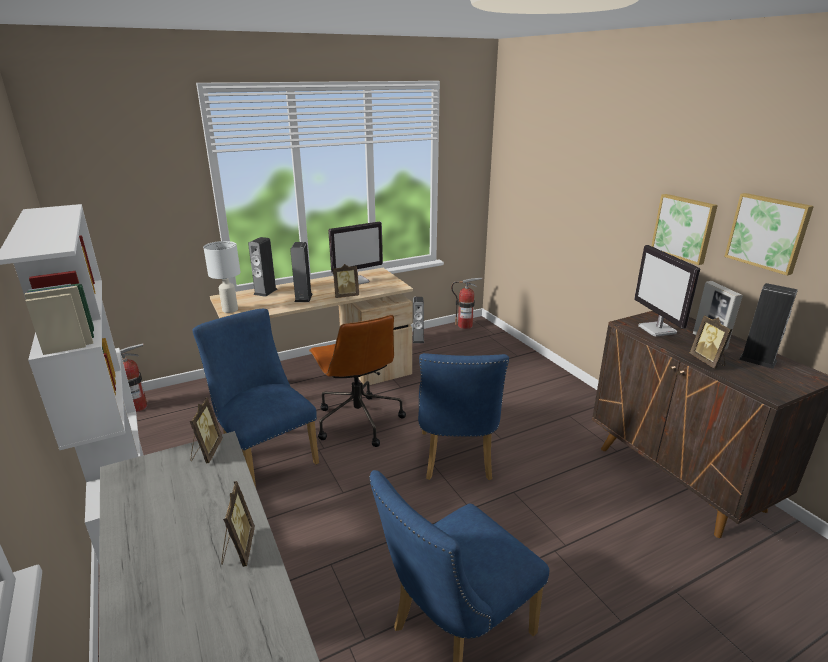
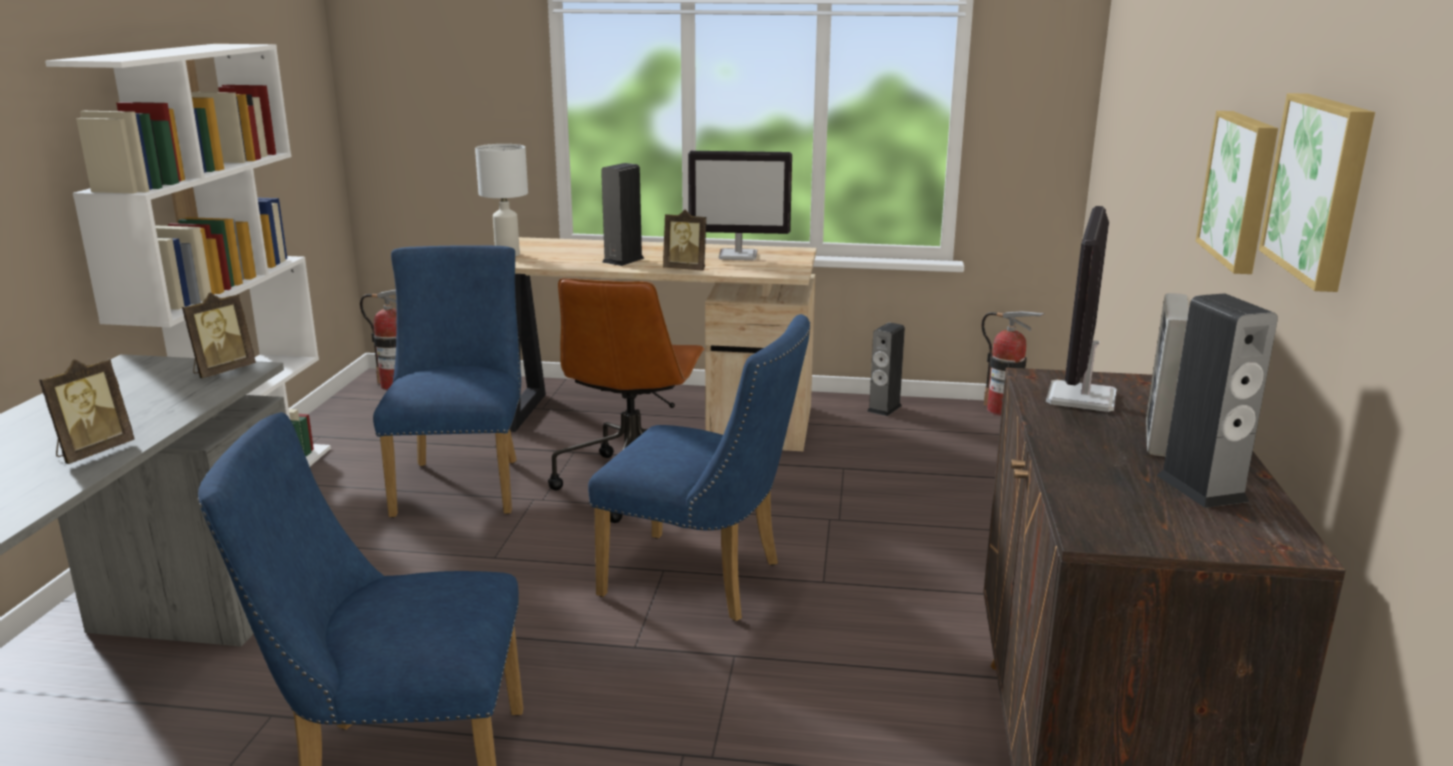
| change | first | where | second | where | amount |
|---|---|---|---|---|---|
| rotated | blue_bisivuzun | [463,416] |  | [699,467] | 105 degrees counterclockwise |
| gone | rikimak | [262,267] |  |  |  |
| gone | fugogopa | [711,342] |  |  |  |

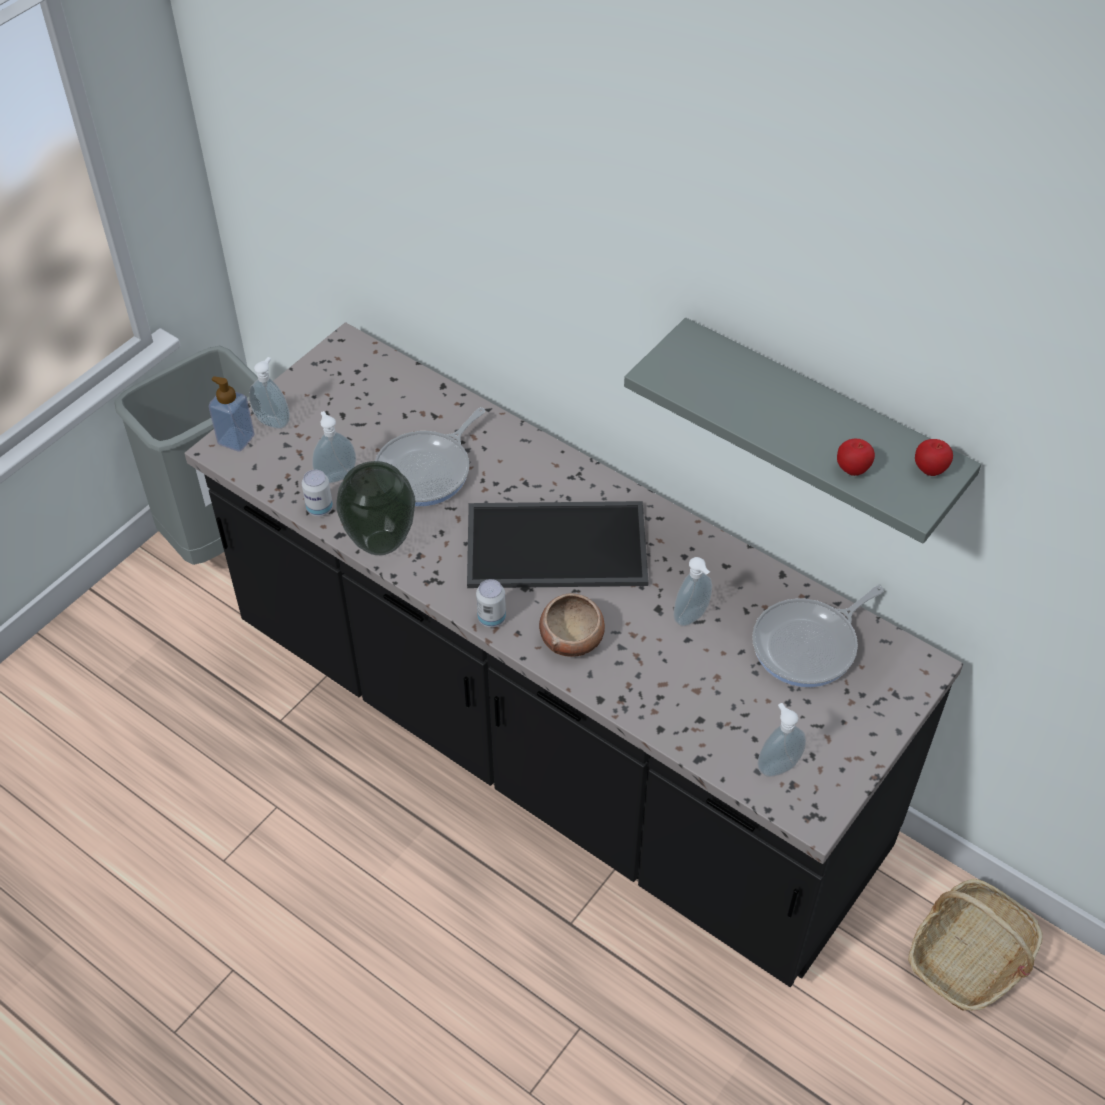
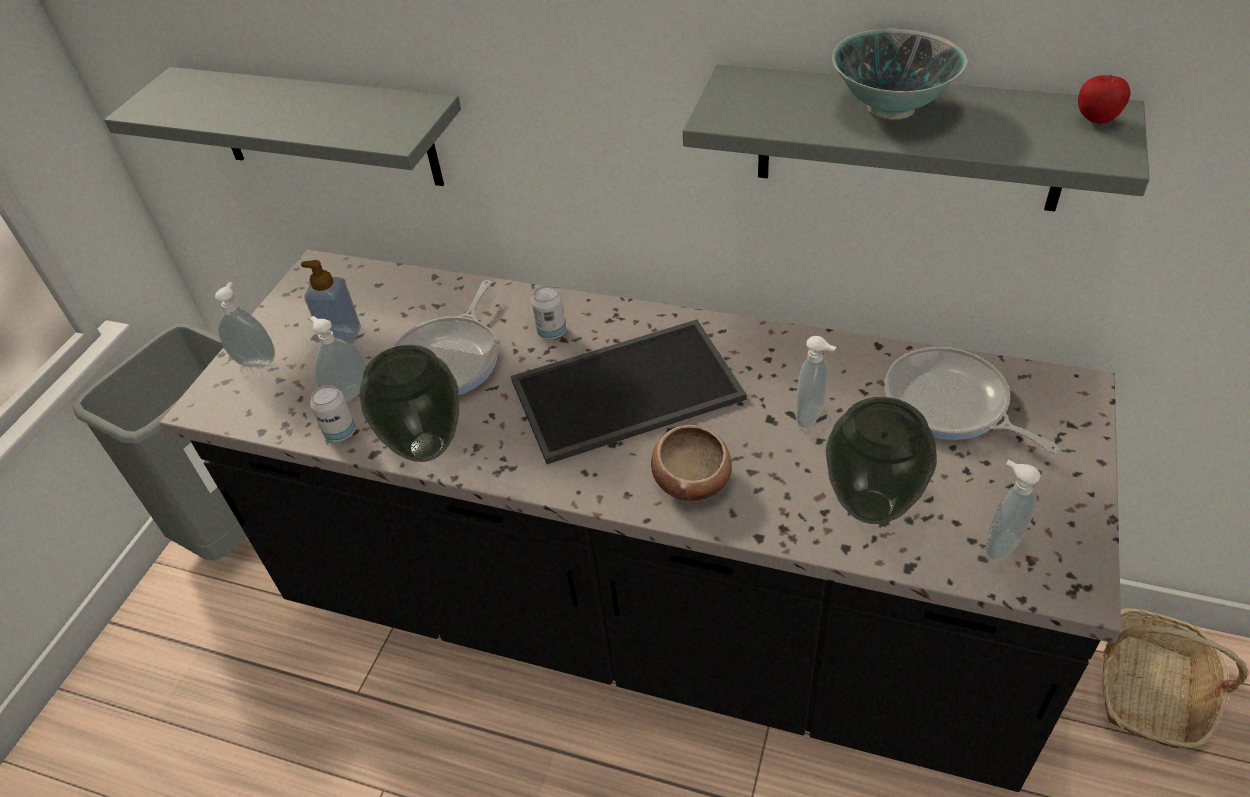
| change | first | where | second | where | amount |
|---|---|---|---|---|---|
| new |  |  | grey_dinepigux | [282,126] |  |
| shifted | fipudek | [231,414] |  | [331,302] |  |
| shifted | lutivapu | [491,603] |  | [548,312] |  |
| new |  |  | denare | [881,460] |  |
| new |  |  | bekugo | [900,74] |  |
| rotated | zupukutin | [818,636] |  | [972,400] | 105 degrees clockwise |
| gone | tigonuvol | [856,457] |  |  |  |

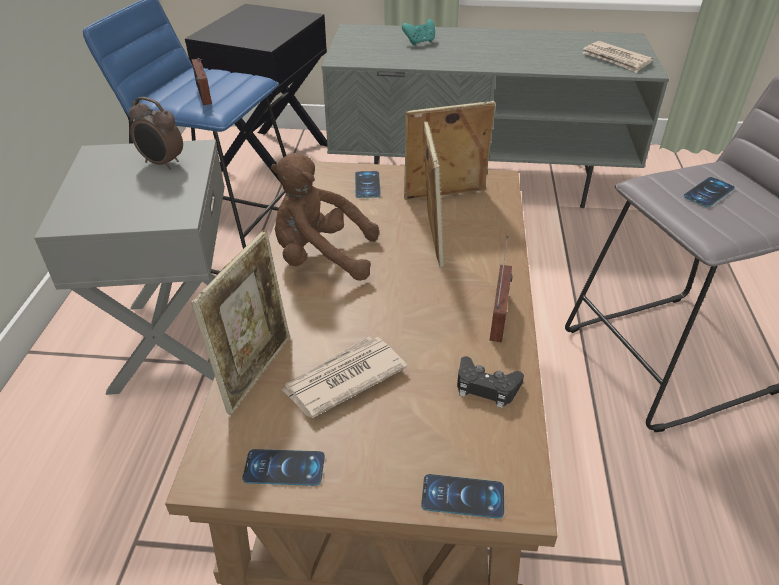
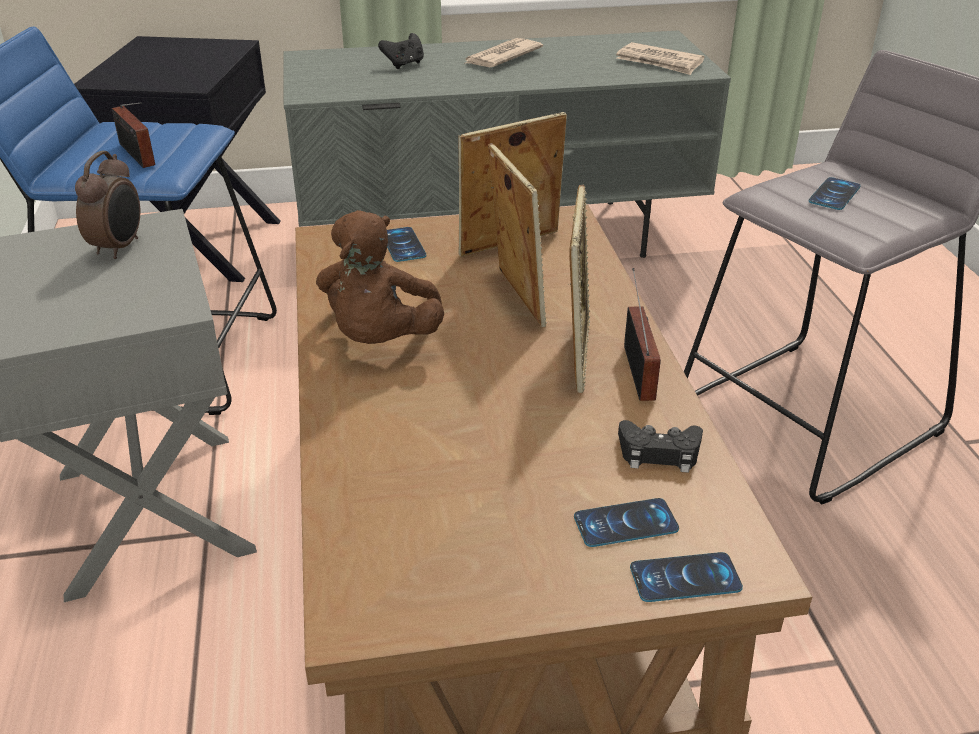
| change | first | where | second | where | amount |
|---|---|---|---|---|---|
| rotated | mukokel | [156,133] |  | [107,205] | 90 degrees counterclockwise |
| rotated | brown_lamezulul | [325,217] |  | [380,277] | 75 degrees counterclockwise |
| repainted | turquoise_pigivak | [418,32] | black_pigivak | [401,51] |  |
| shifted | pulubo | [344,377] |  | [503,52] |  |
| shifted | fugogopa | [240,322] |  | [579,289] |  |
| shifted | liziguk | [283,467] |  | [626,522] |  |

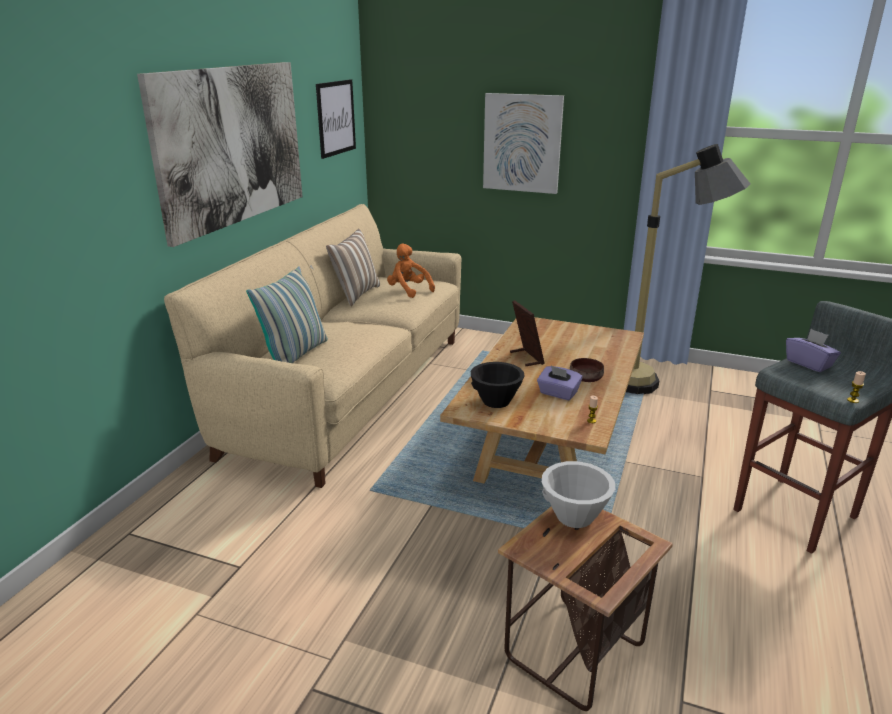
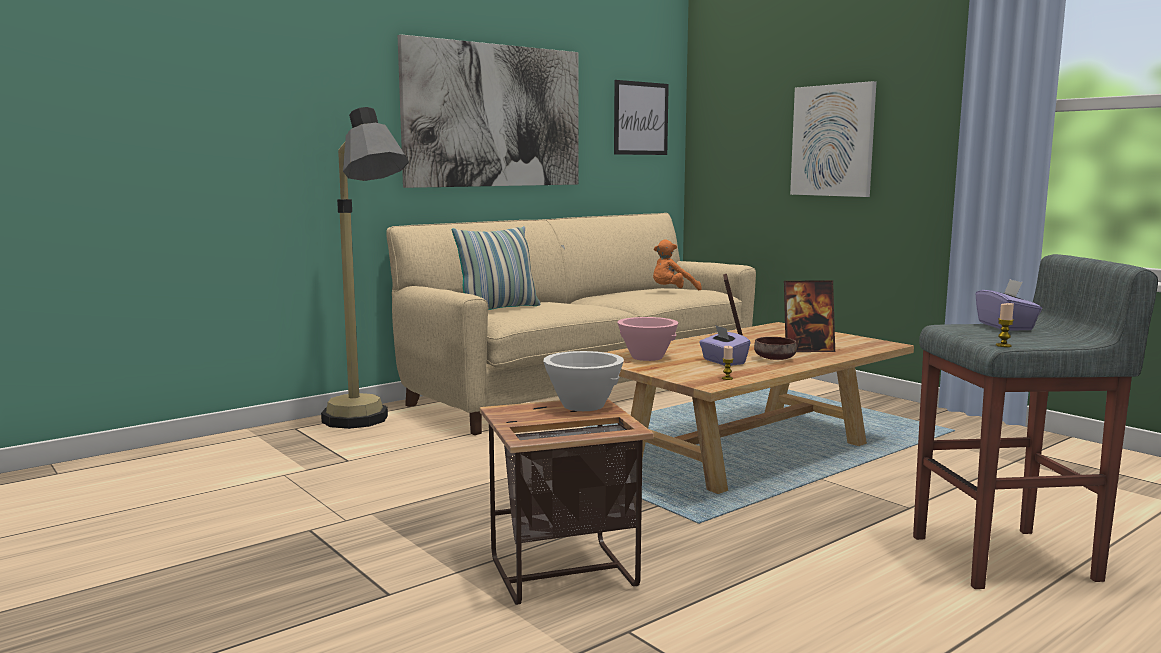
| change | first | where | second | where | amount |
|---|---|---|---|---|---|
| shifted | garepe | [688,269] |  | [365,268] |  |
| repainted | black_bekugo | [497,385] | pink_bekugo | [648,339] |  |
| rotated | orange_lamezulul | [411,271] |  | [677,265] | 105 degrees counterclockwise |
| new |  |  | fugogopa | [809,316] |  |
| gone | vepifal | [353,267] |  |  |  |

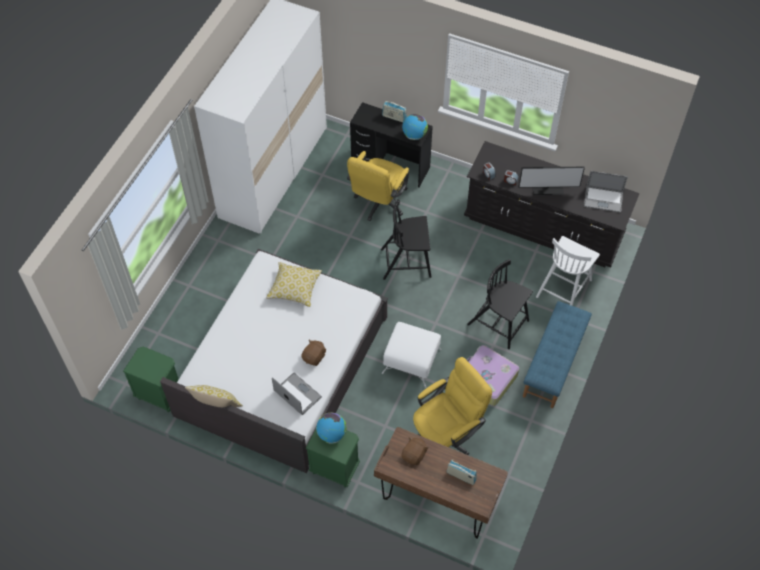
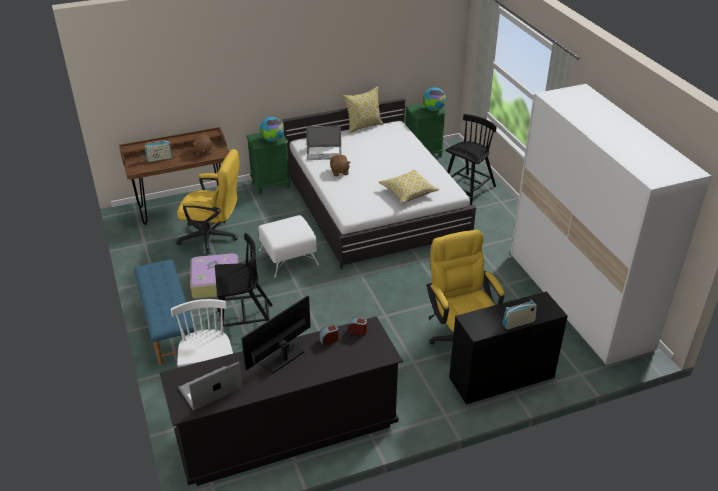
| change | first | where | second | where | amount |
|---|---|---|---|---|---|
| rotated | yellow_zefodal | [452,406] |  | [208,201] | 90 degrees counterclockwise |
| shifted | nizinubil | [415,127] |  | [434,99] |  |
| shifted | black_bisivuzun | [406,239] |  | [471,159] |  |

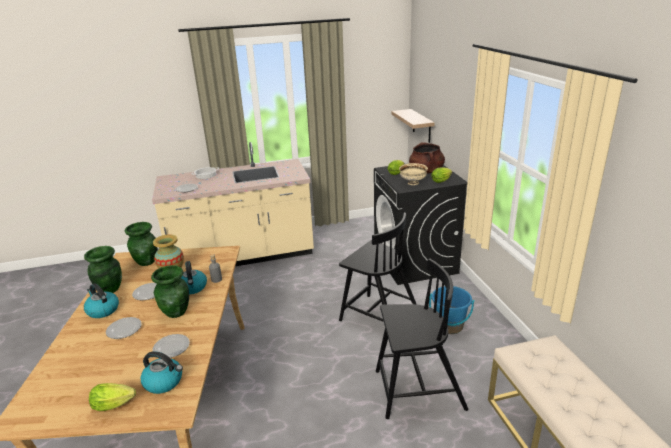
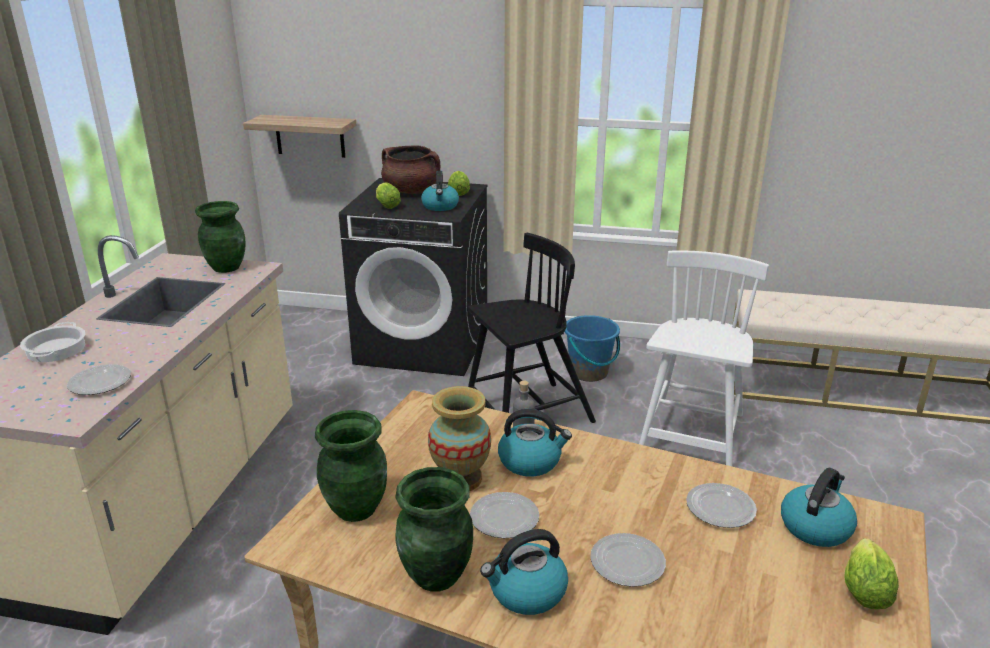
| change | first | where | second | where | amount |
|---|---|---|---|---|---|
| shifted | green_denare | [170,291] |  | [220,237] |  |
| swapped | beige_bekugo | [413,174] | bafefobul | [440,191] |  |
| repainted | black_bisivuzun | [422,339] | white_bisivuzun | [704,358] |  |

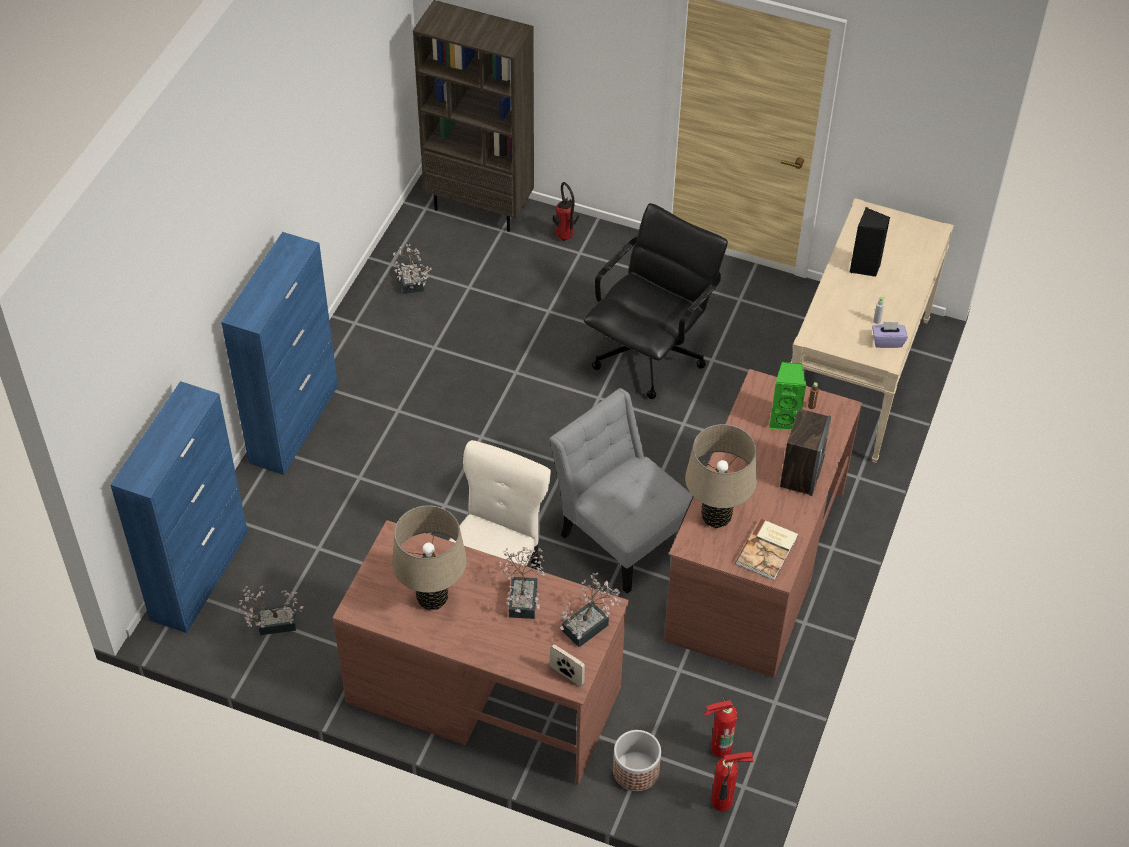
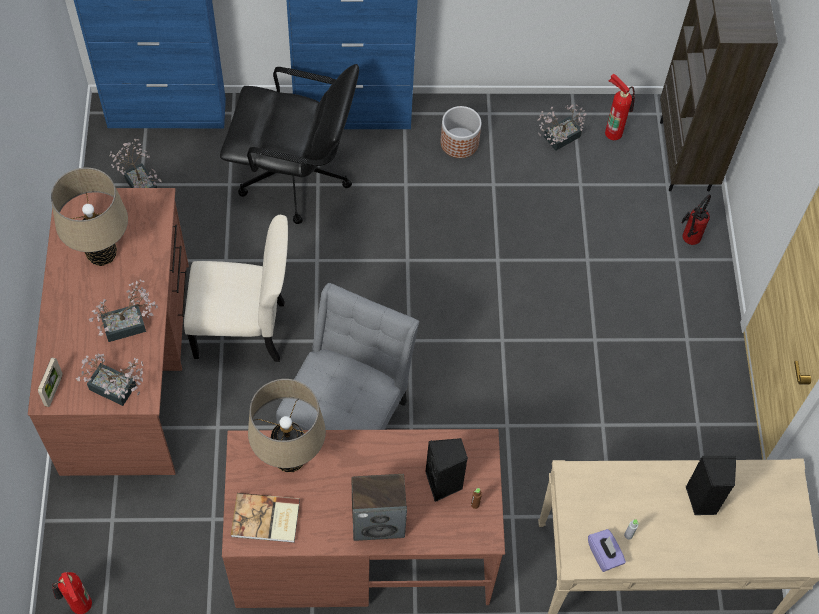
| change | first | where | second | where | amount |
|---|---|---|---|---|---|
| shifted | black_zefodal | [656,301] |  | [289,144] |  |
| repainted | green_rikimak | [788,396] | black_rikimak | [446,470] |  |
| shifted | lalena | [637,761] |  | [460,132] |  |
| shifted | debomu | [720,727] |  | [620,107] |  |

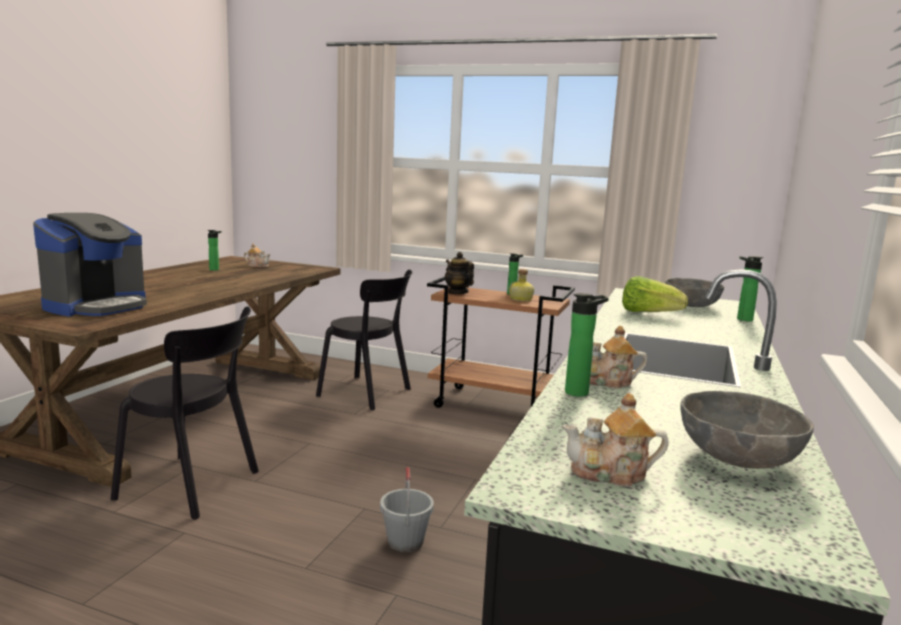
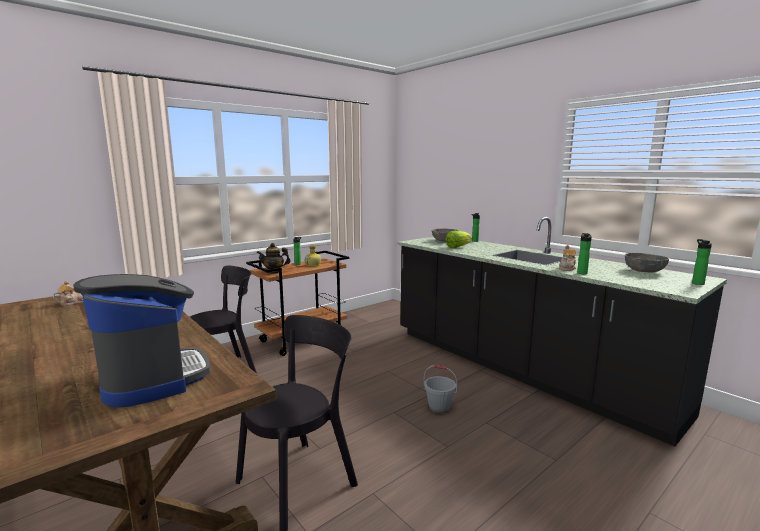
| change | first | where | second | where | amount |
|---|---|---|---|---|---|
| shifted | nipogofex | [214,250] |  | [702,262] |  |
| gone | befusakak | [616,440] |  |  |  |

